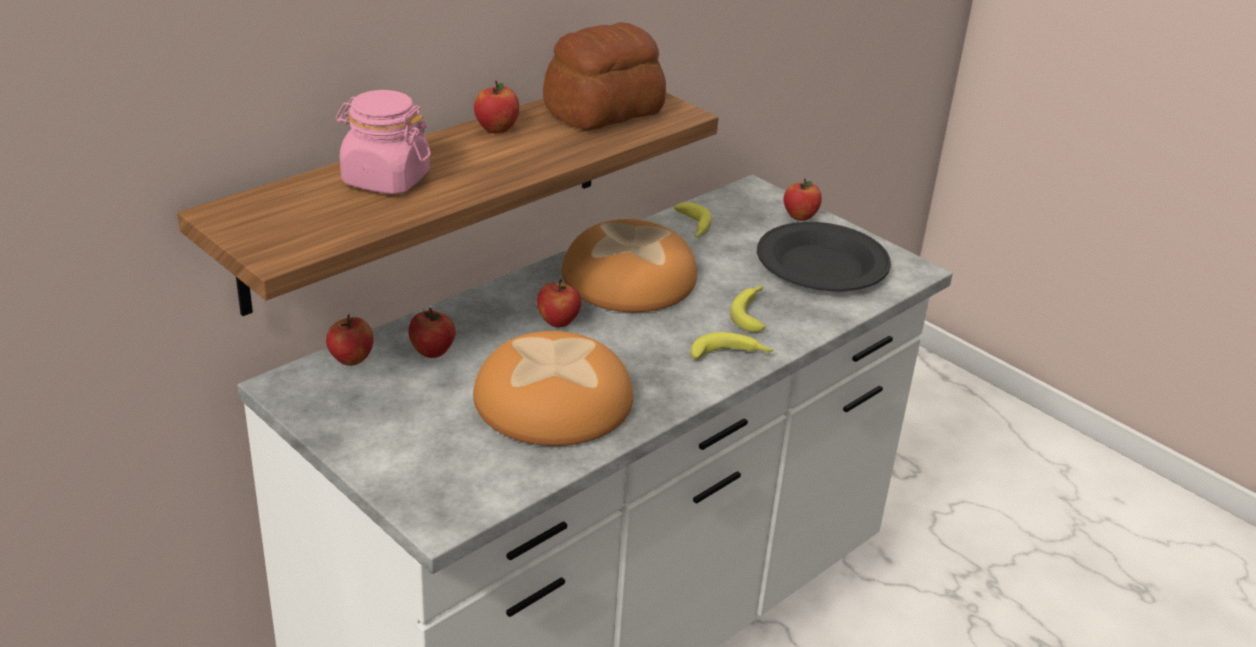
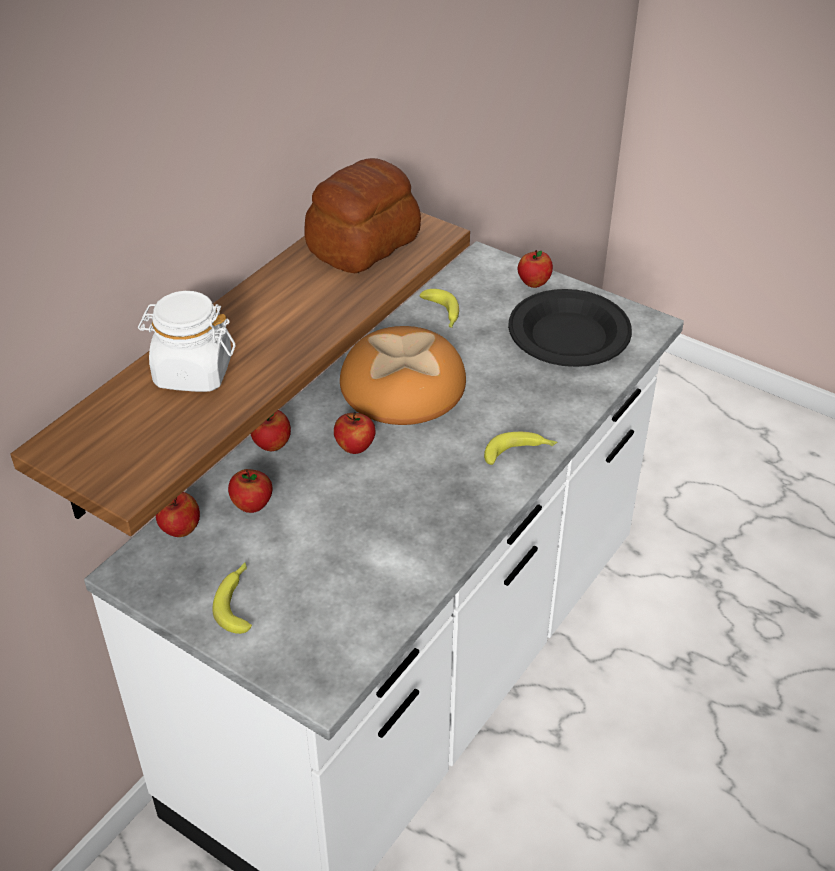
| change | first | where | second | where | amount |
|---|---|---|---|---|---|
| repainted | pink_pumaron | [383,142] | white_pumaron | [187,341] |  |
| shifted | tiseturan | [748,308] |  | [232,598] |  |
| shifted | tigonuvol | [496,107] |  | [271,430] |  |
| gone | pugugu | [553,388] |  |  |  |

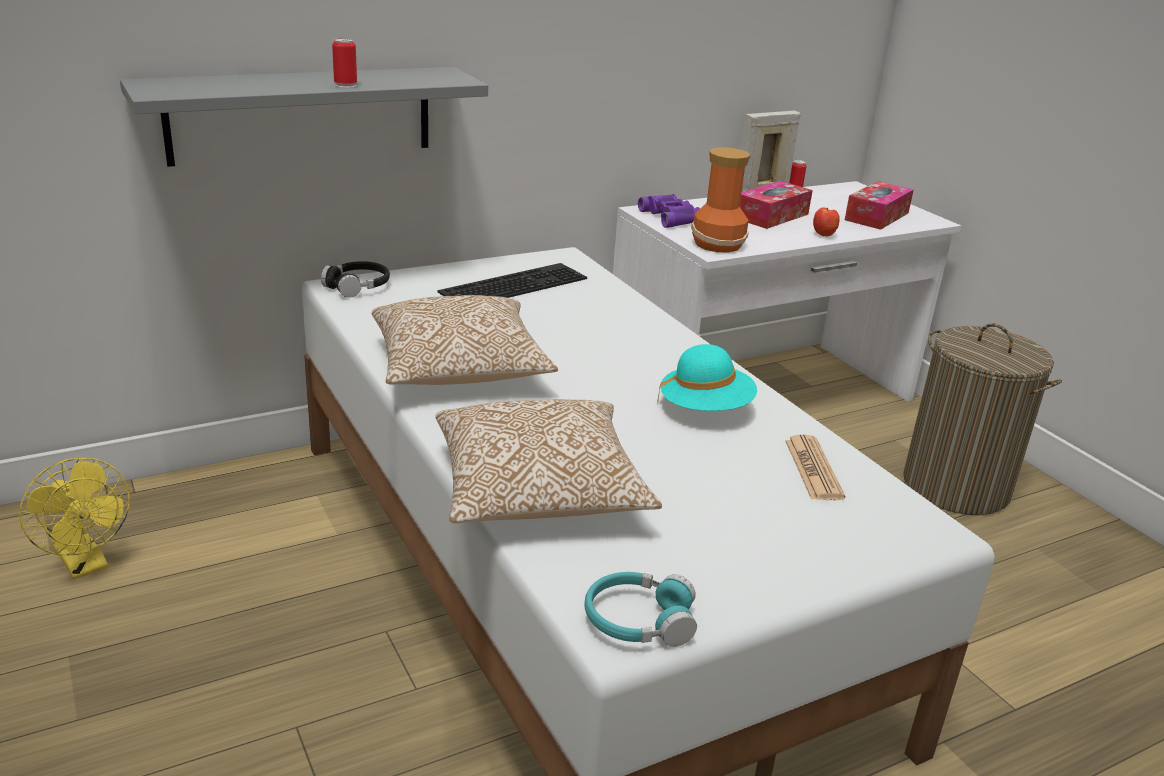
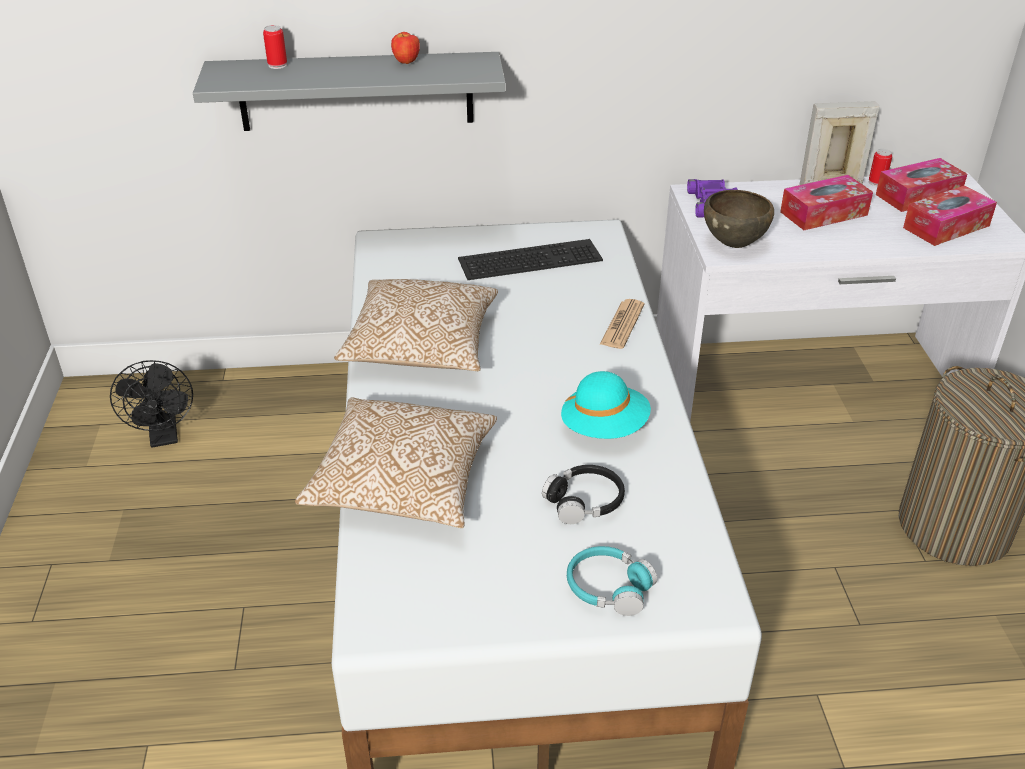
| change | first | where | second | where | amount |
|---|---|---|---|---|---|
| repainted | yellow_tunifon | [74,518] | black_tunifon | [151,404] |  |
| shifted | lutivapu | [344,63] |  | [275,47] |  |
| shifted | tigonuvol | [826,222] |  | [405,48] |  |
| shifted | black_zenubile | [355,279] |  | [583,494] |  |
| shifted | turquoise_zenubile | [641,609] |  | [612,581] |  |
| shifted | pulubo | [815,467] |  | [622,324] |  |
| swapped | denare | [720,200] | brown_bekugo | [739,219] |  |
| new |  |  | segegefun | [921,185] |  |

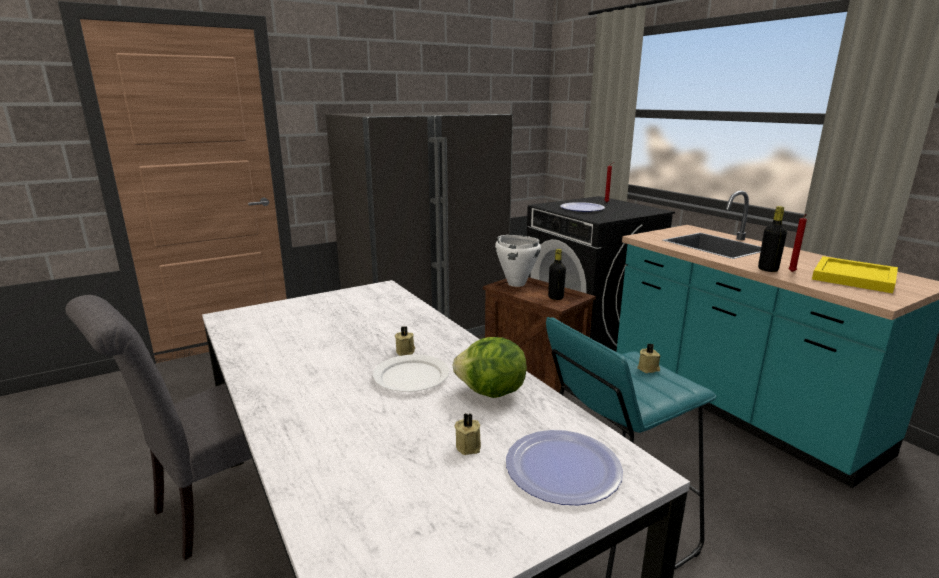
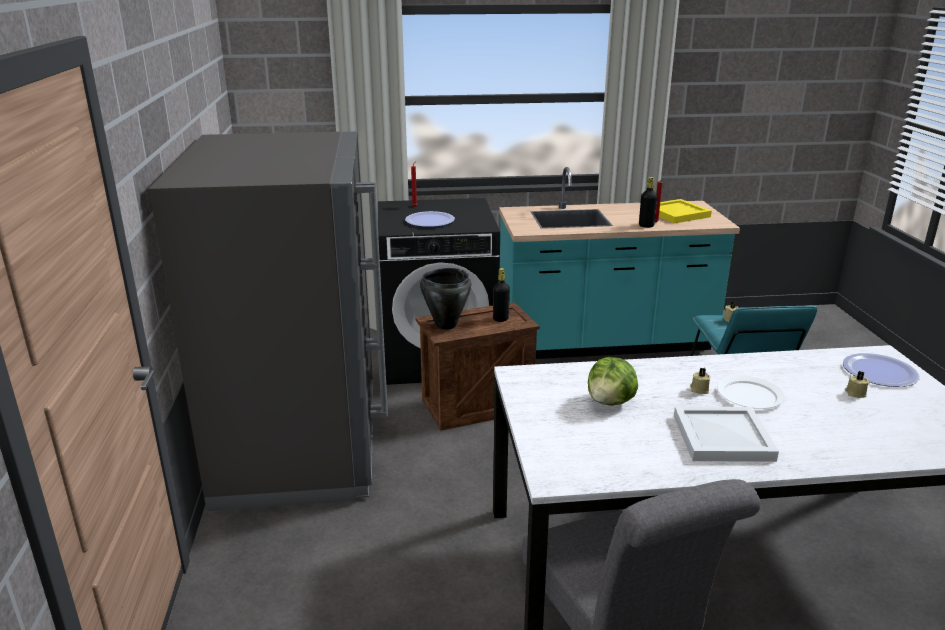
| change | first | where | second | where | amount |
|---|---|---|---|---|---|
| repainted | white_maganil | [518,261] | black_maganil | [445,299] |  |
| shifted | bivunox | [489,367] |  | [613,381] |  |
| new |  |  | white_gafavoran | [726,434] |  |

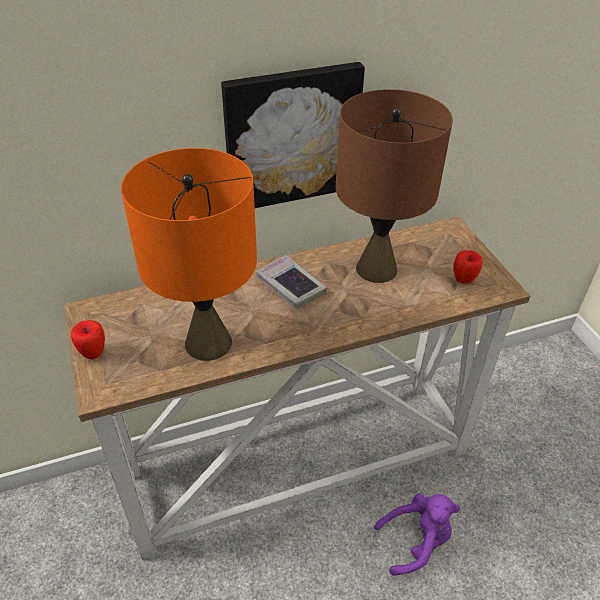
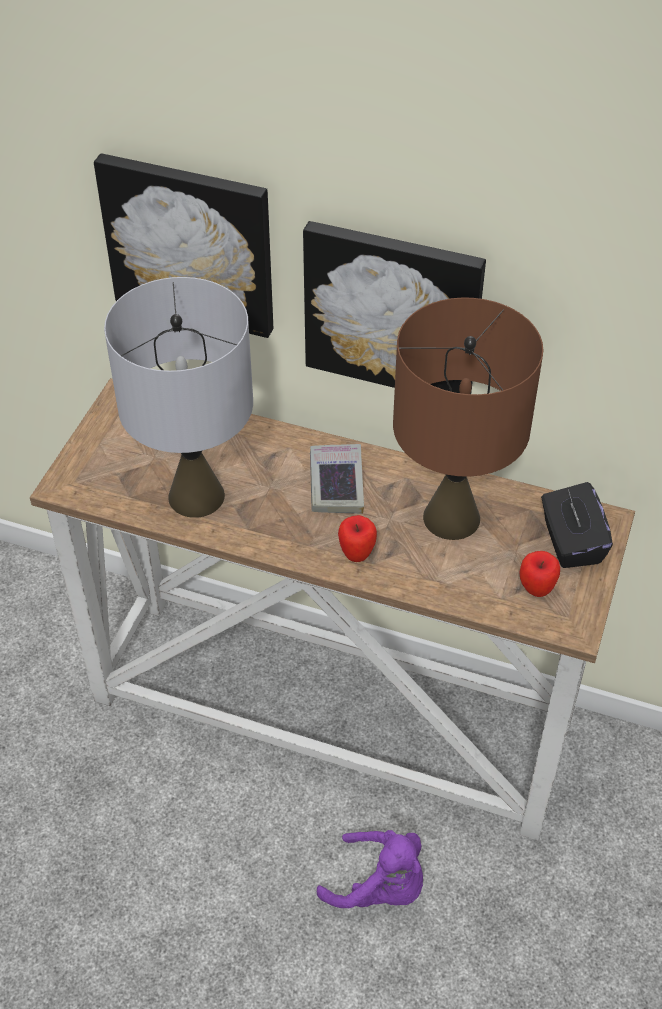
| change | first | where | second | where | amount |
|---|---|---|---|---|---|
| new |  |  | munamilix | [183,245] |  |
| repainted | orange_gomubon | [189,254] | grey_gomubon | [178,397] |  |
| shifted | tigonuvol | [88,339] |  | [357,538] |  |
| new |  |  | black_segegefun | [577,525] |  |

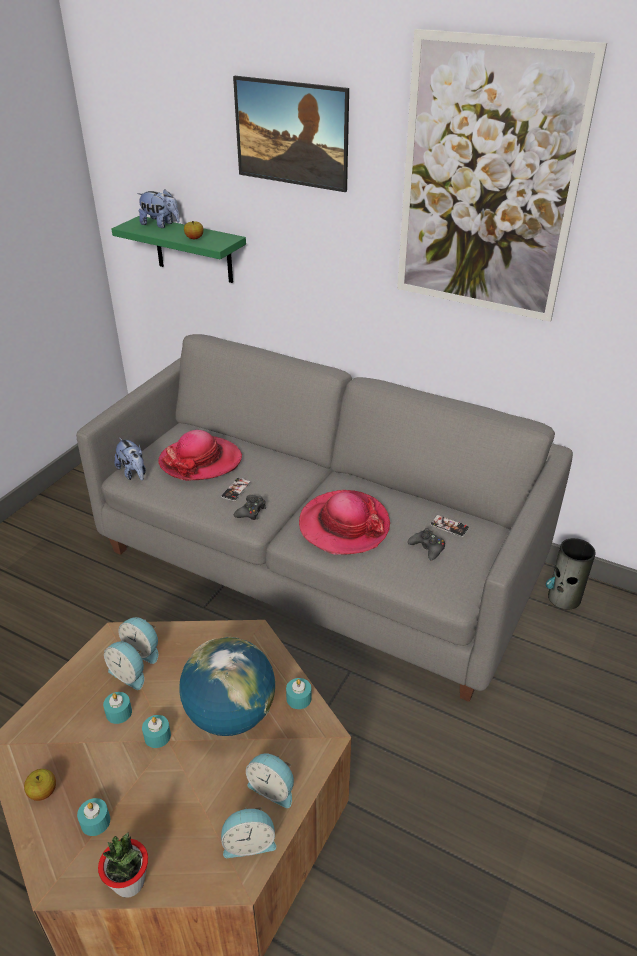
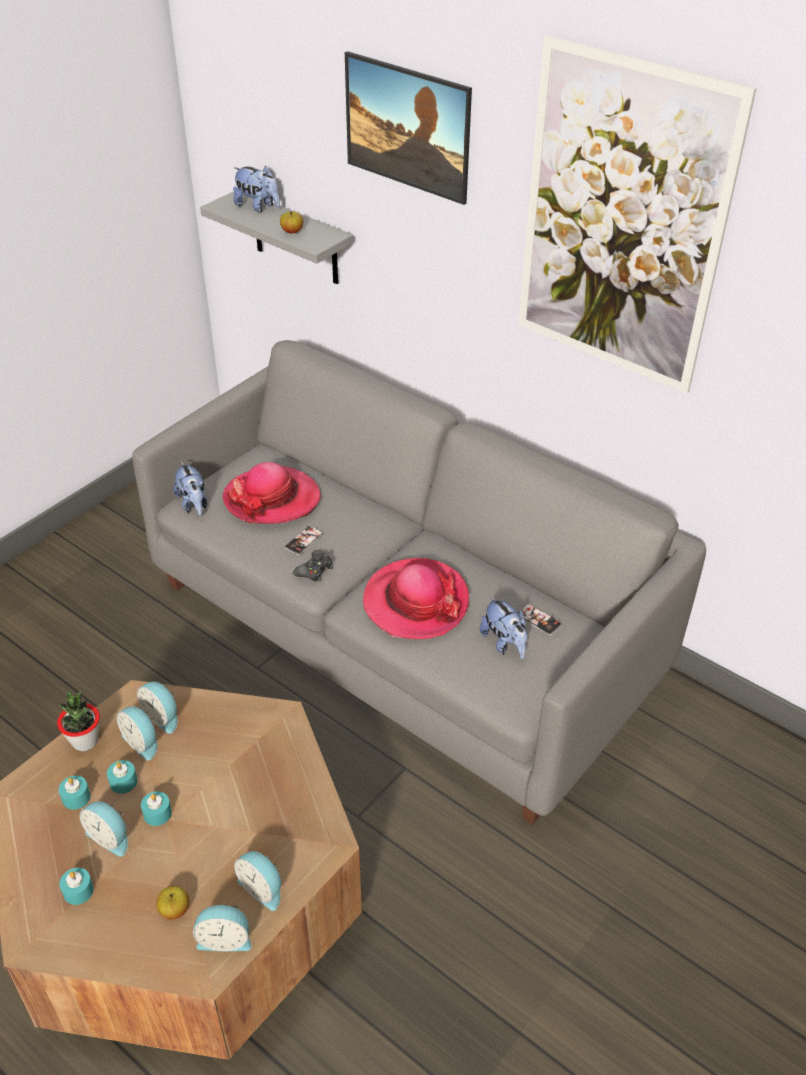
| change | first | where | second | where | amount |
|---|---|---|---|---|---|
| shifted | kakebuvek | [123,865] |  | [78,721] |  |
| shifted | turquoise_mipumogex | [299,693] |  | [75,793] |  |
| new |  |  | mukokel | [104,829] |  |
| shifted | tigonuvol | [40,785] |  | [172,903] |  |
| repainted | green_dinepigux | [179,249] | grey_dinepigux | [277,237] |  |
| swapped | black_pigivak | [426,544] | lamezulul | [504,627] |  |
| gone | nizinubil | [227,686] |  |  |  |
| gone | denare | [571,573] |  |  |  |

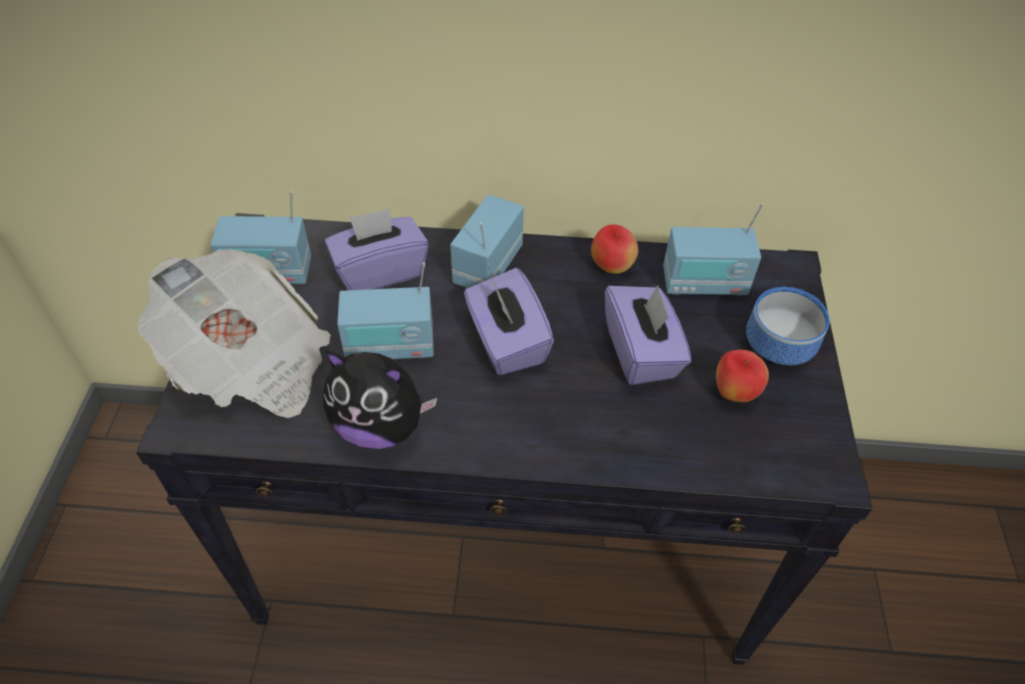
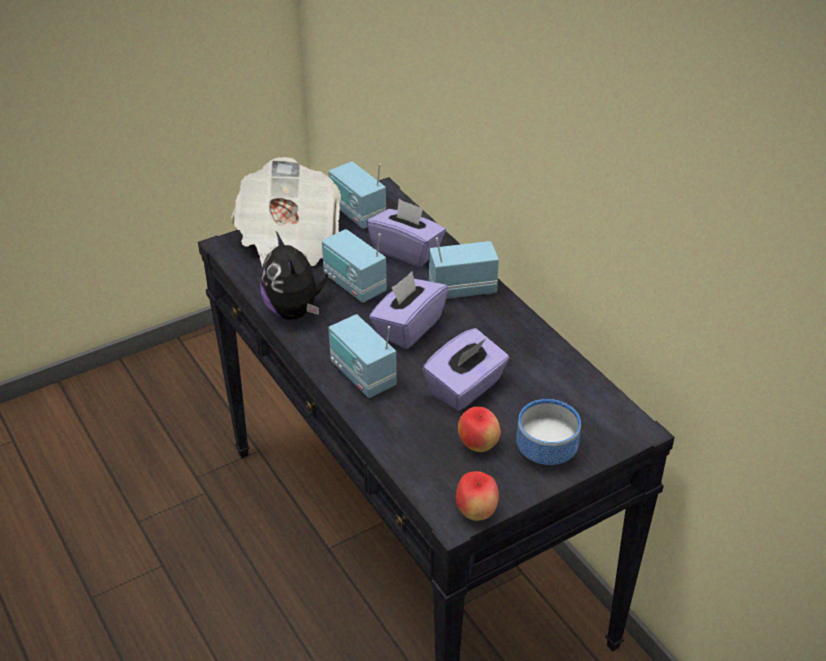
| change | first | where | second | where | amount |
|---|---|---|---|---|---|
| shifted | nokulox | [713,249] |  | [362,356] |  |
| shifted | tigonuvol | [614,249] |  | [477,496] |  |

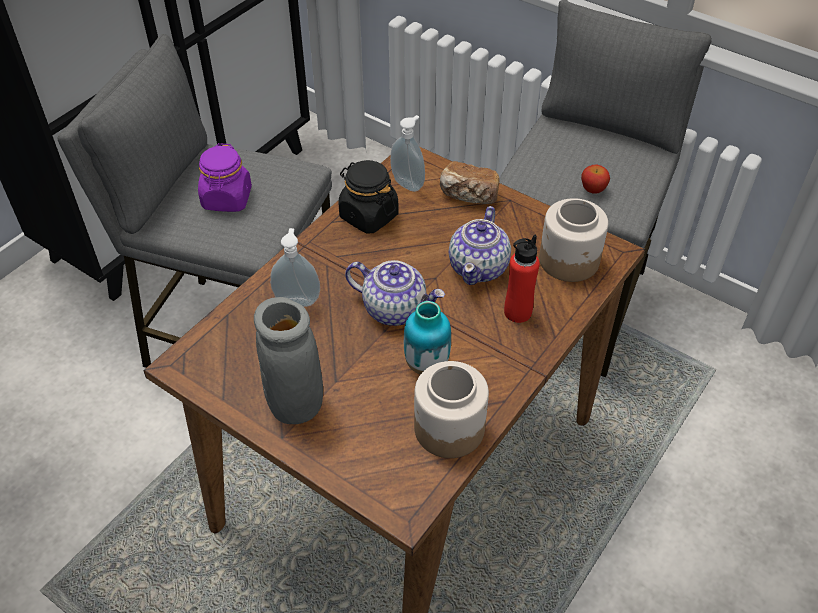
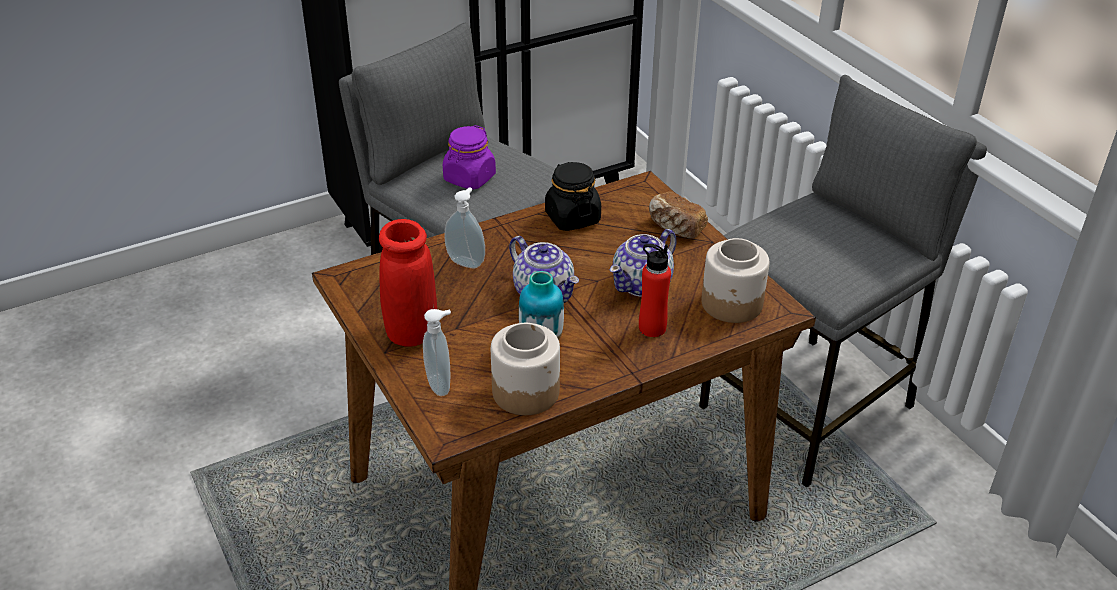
| change | first | where | second | where | amount |
|---|---|---|---|---|---|
| repainted | grey_denare | [288,360] | red_denare | [408,282] |  |
| shifted | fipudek | [407,153] |  | [437,352] |  |
| gone | tigonuvol | [595,179] |  |  |  |

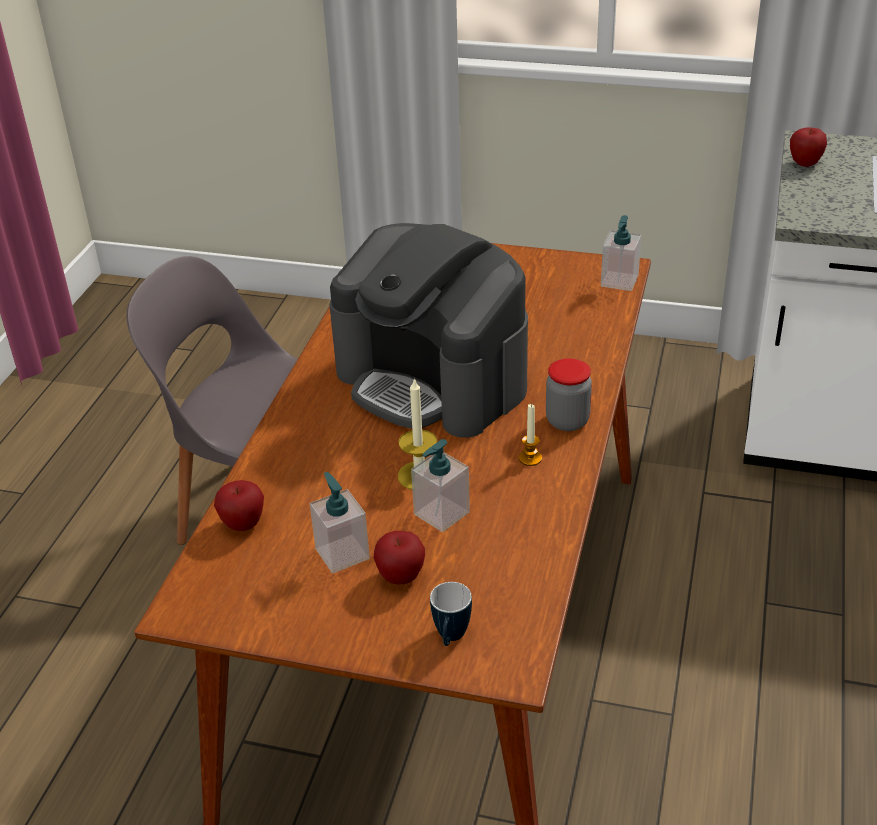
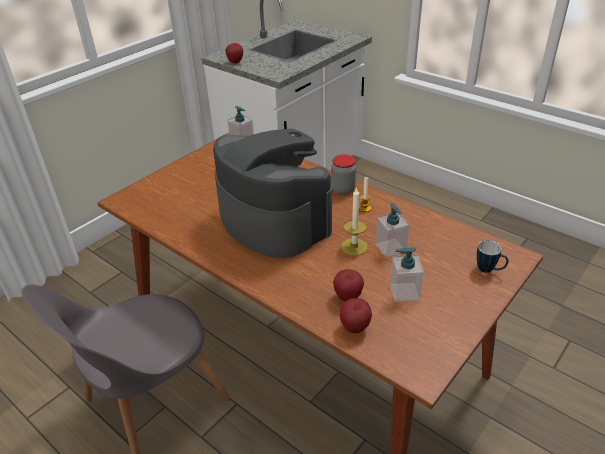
| change | first | where | second | where | amount |
|---|---|---|---|---|---|
| rotated | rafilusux | [428,330] |  | [272,193] | 105 degrees counterclockwise |
| shifted | tigonuvol | [399,557] |  | [348,285] |  |

